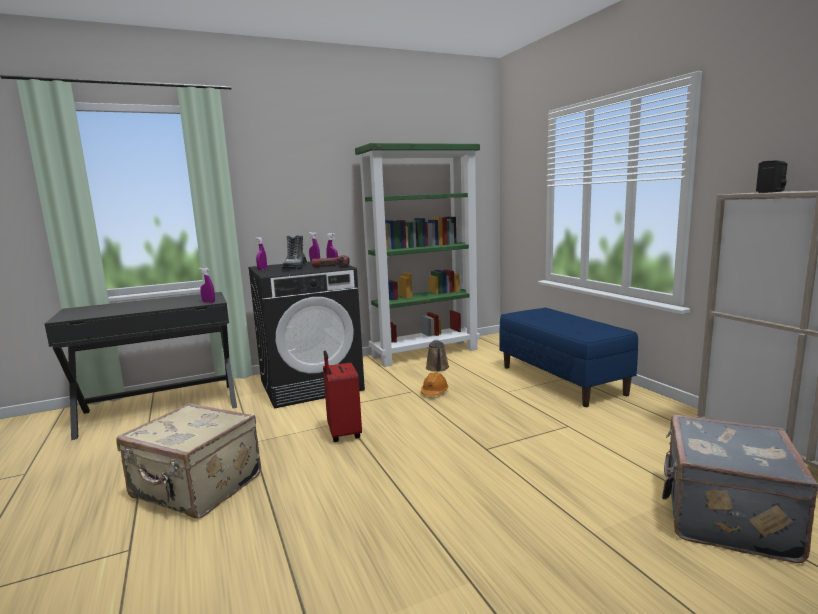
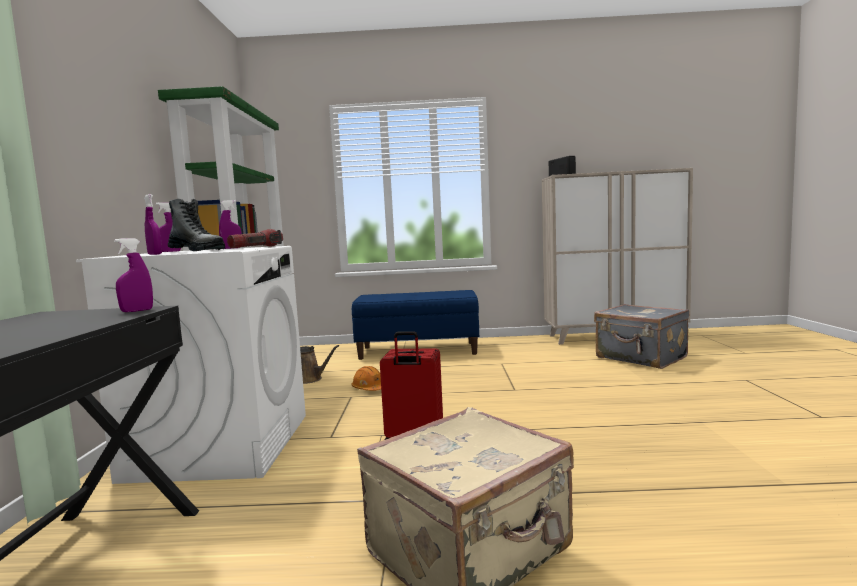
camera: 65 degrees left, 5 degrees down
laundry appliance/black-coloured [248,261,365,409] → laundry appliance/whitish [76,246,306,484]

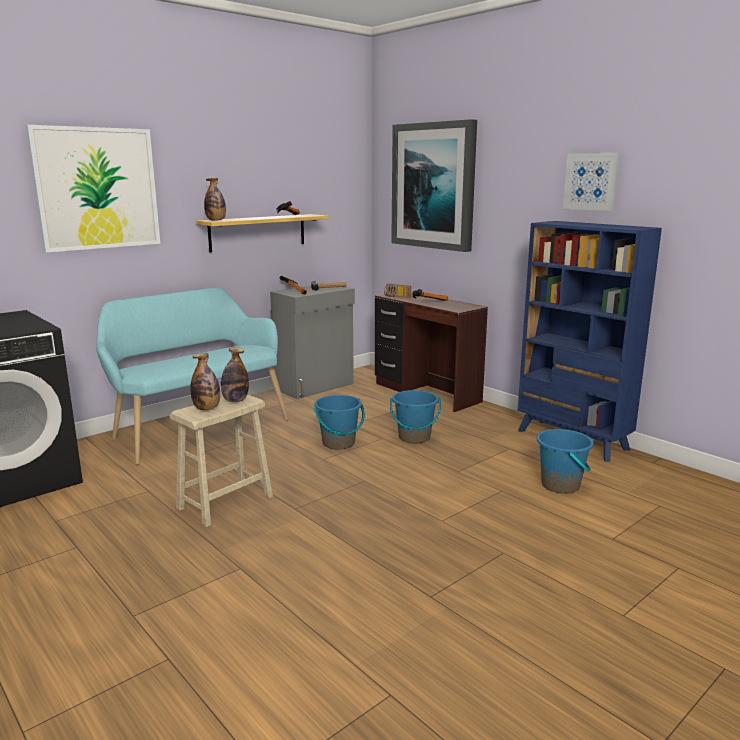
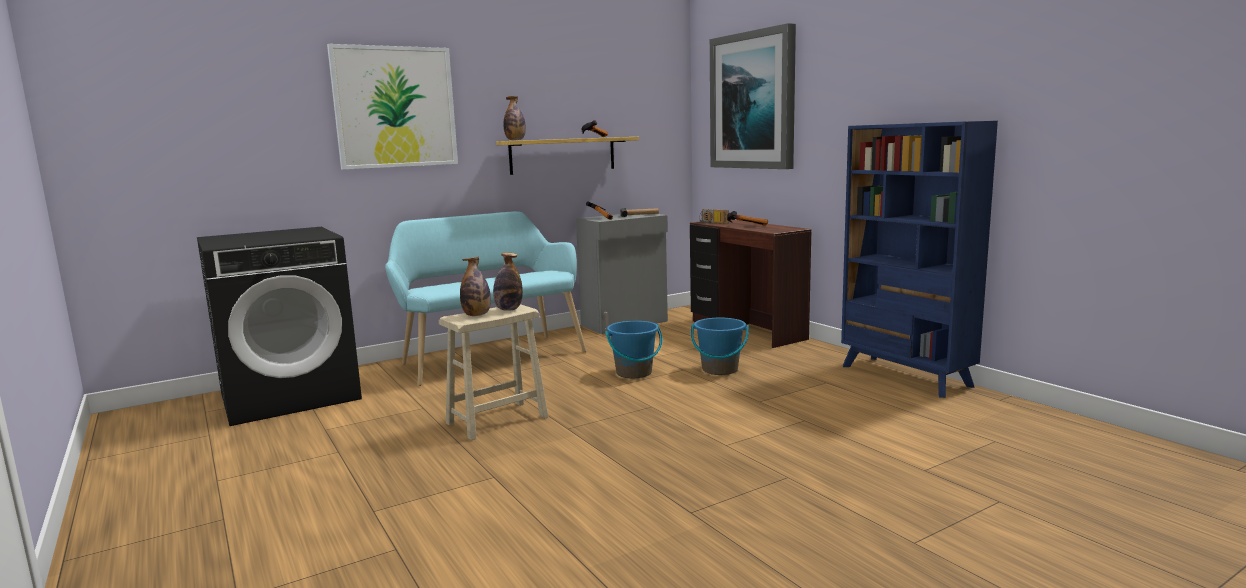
camera: 10 degrees right, 5 degrees down
wall art [563,153,620,211] → -
bucket/bluish [537,429,594,494] → -

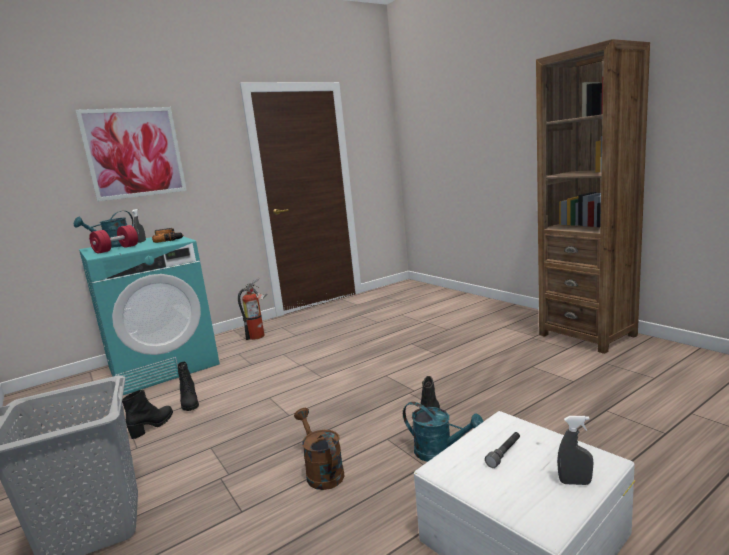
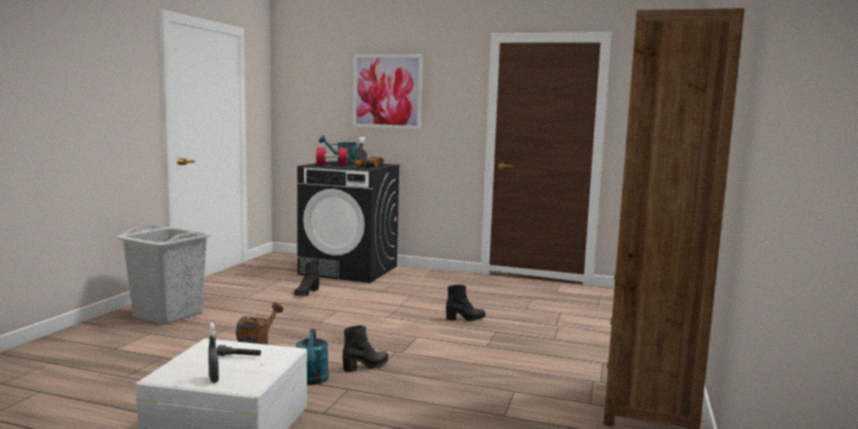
camera: 50 degrees right, 5 degrees down
laundry appliance/blue-green [79,237,220,395] → laundry appliance/black-coloured [297,161,400,283]
extinguisher [238,278,267,340] → -
tall boot/black-coloured [122,390,173,439] → tall boot/black-coloured [446,285,486,321], move

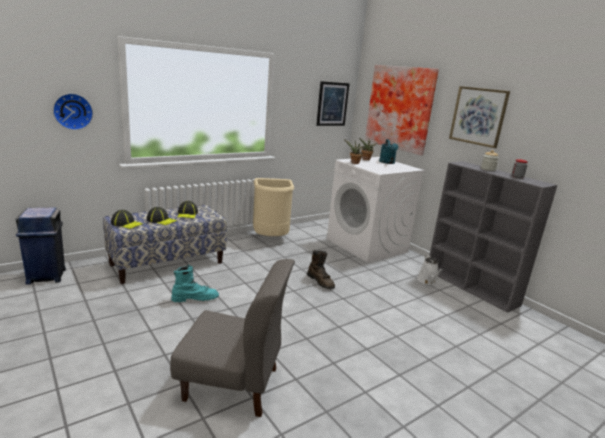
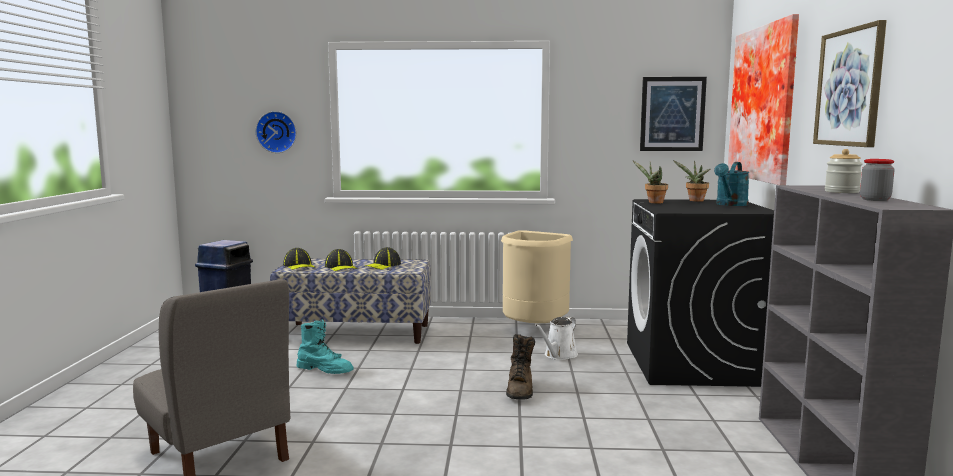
camera: 40 degrees right, 10 degrees down
laundry appliance/whitish [327,157,425,263] → laundry appliance/black-coloured [627,199,774,387]
watering pot/whitish [417,255,443,285] → watering pot/whitish [535,317,578,360], move

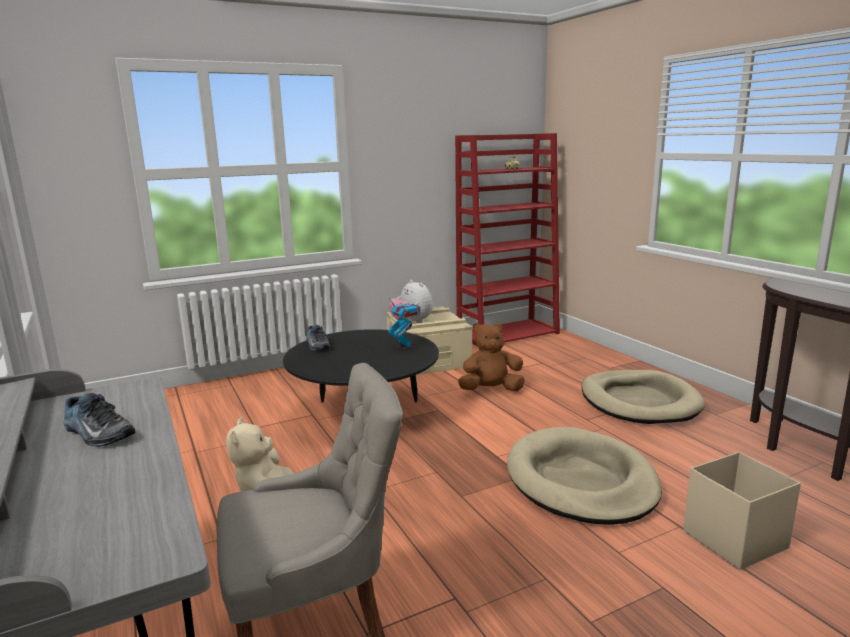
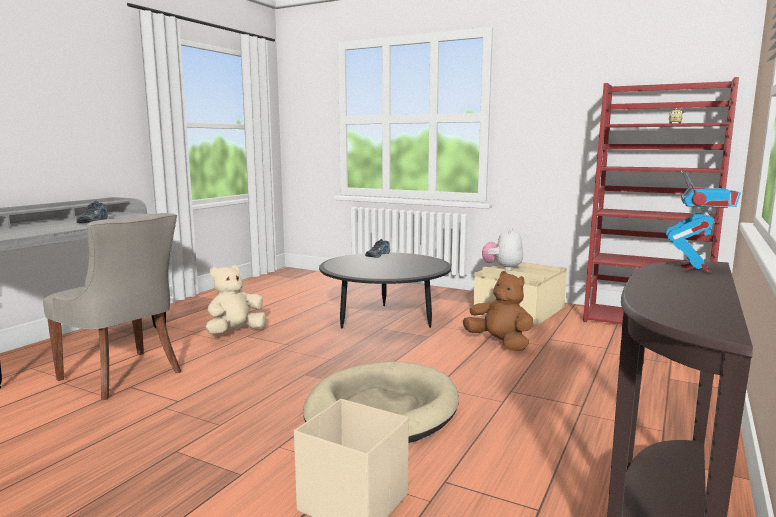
camera: 55 degrees right, 5 degrees down
robot figure [388,298,421,349] → robot figure [665,170,741,272], move
dog bed/beige-coloured [581,370,705,424] → -

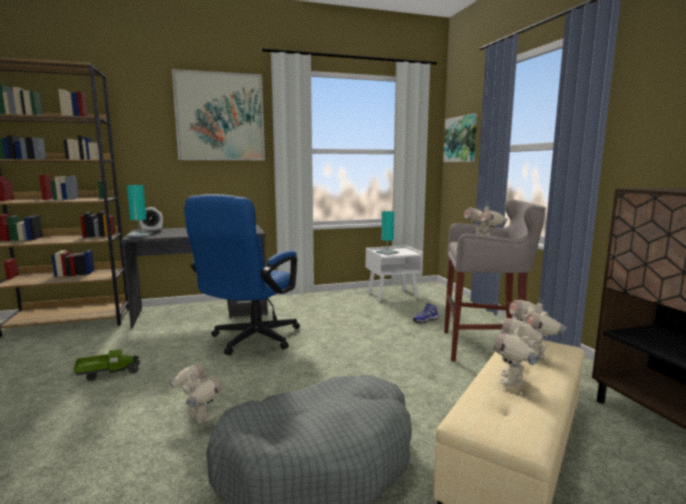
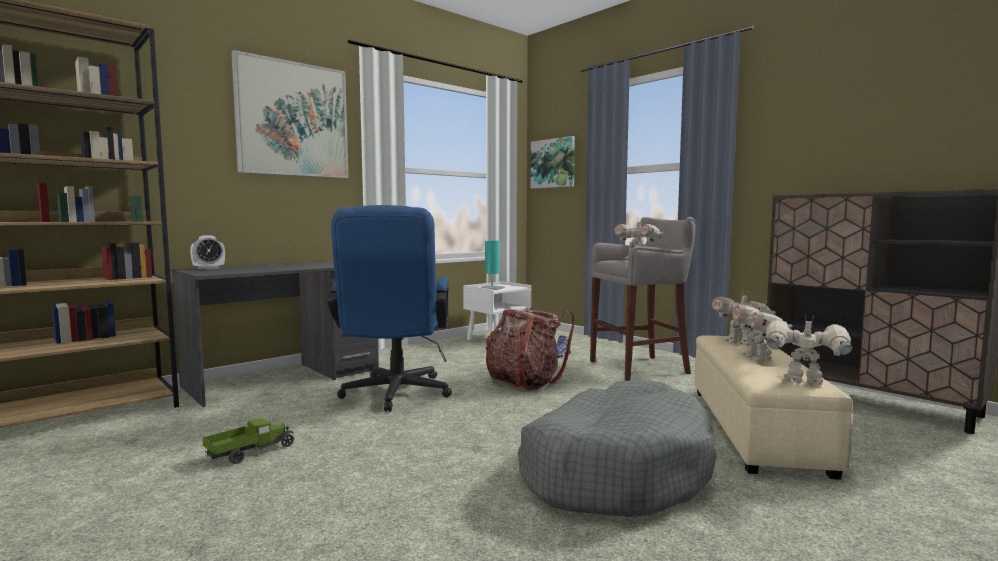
camera: 25 degrees left, 5 degrees down
tabletop lamp/blue-green [126,185,153,237] → -
robot figure [169,363,222,423] → robot figure [766,315,852,385], move
- → knapsack [485,307,575,391]

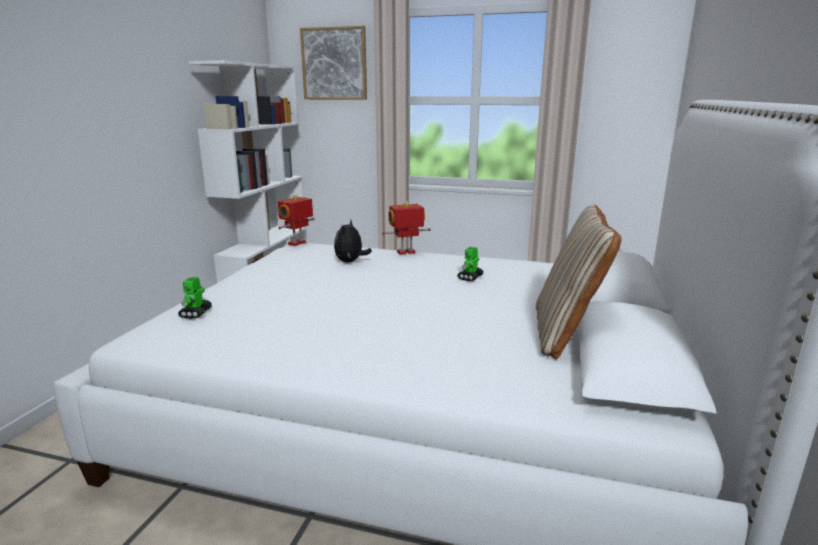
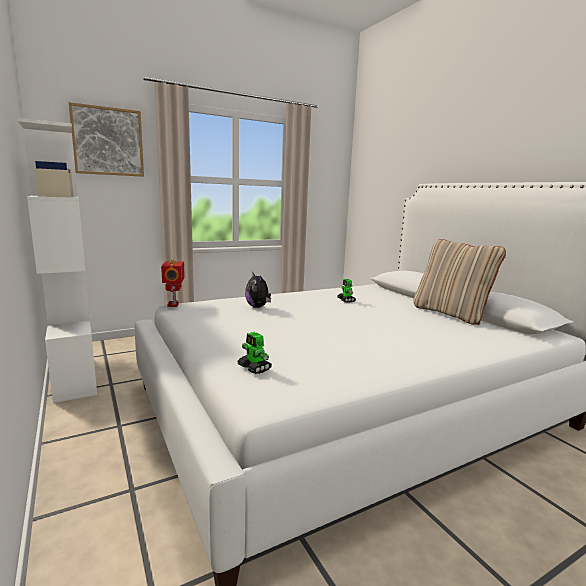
camera: 45 degrees left, 5 degrees down
robot figure [382,201,431,255] → -

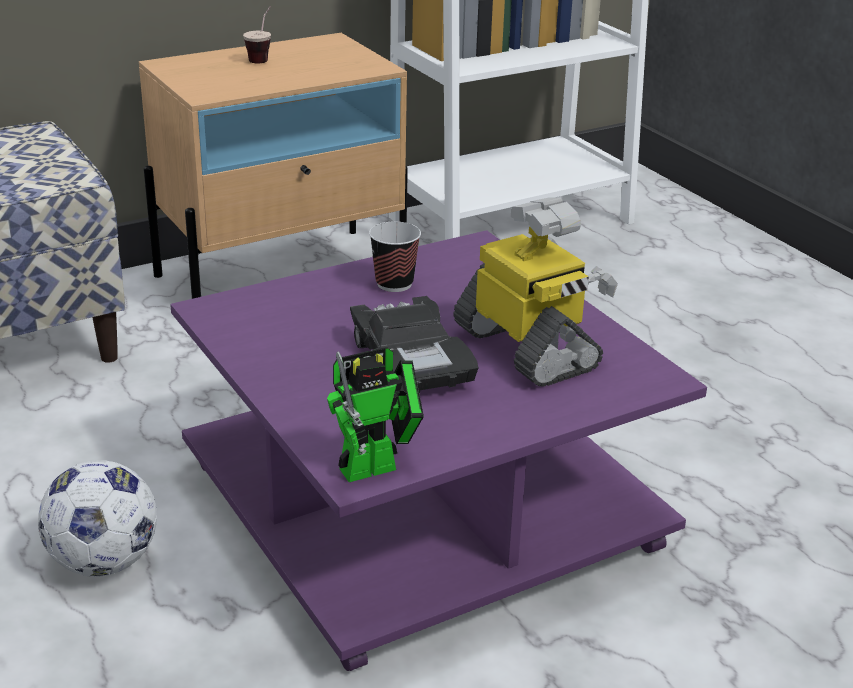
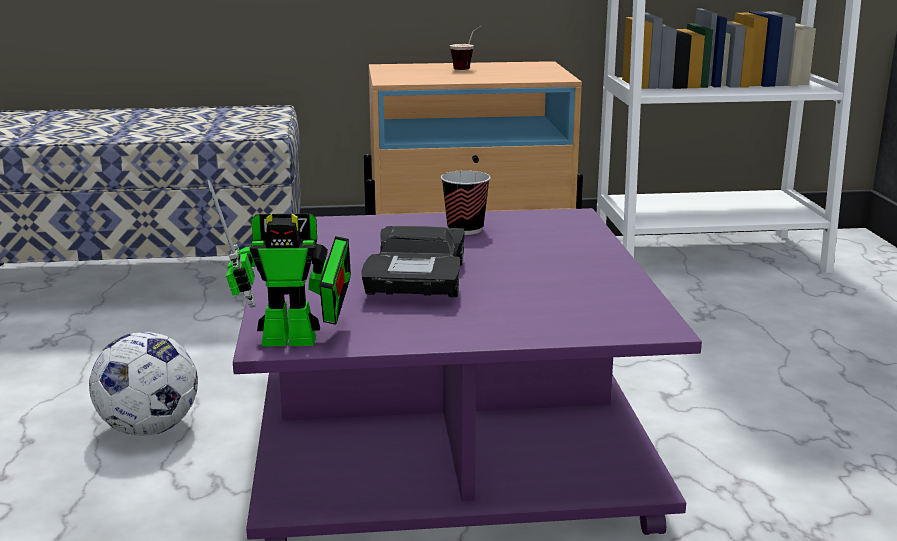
camera: 25 degrees right, 10 degrees down
robot figure [453,197,618,387] → -

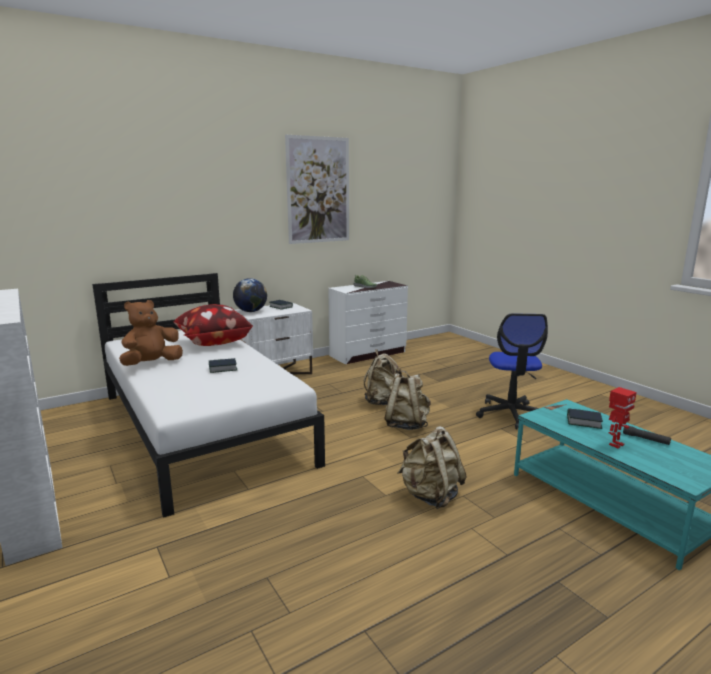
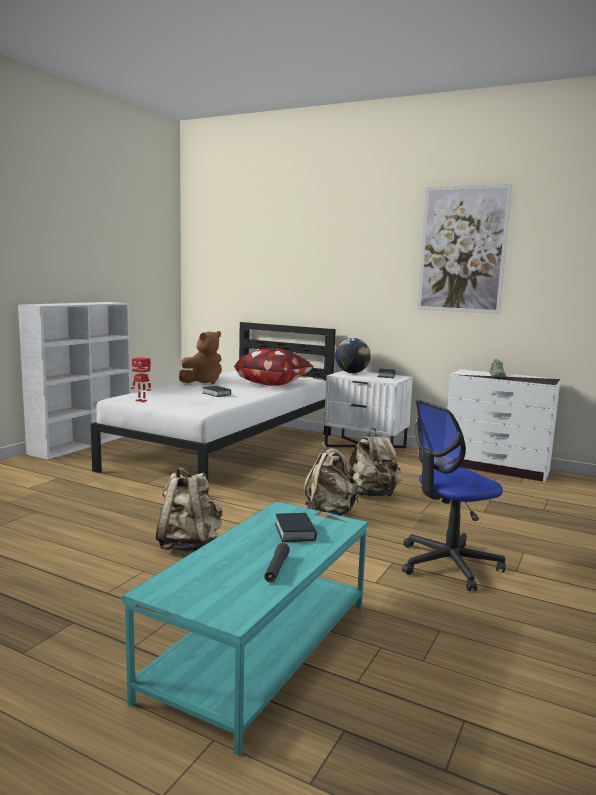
camera: 60 degrees right, 5 degrees down
plush toy/brown [119,300,183,366] → plush toy/brown [179,331,222,385], 120 degrees clockwise
robot figure [608,387,637,449] → robot figure [131,357,151,402], move

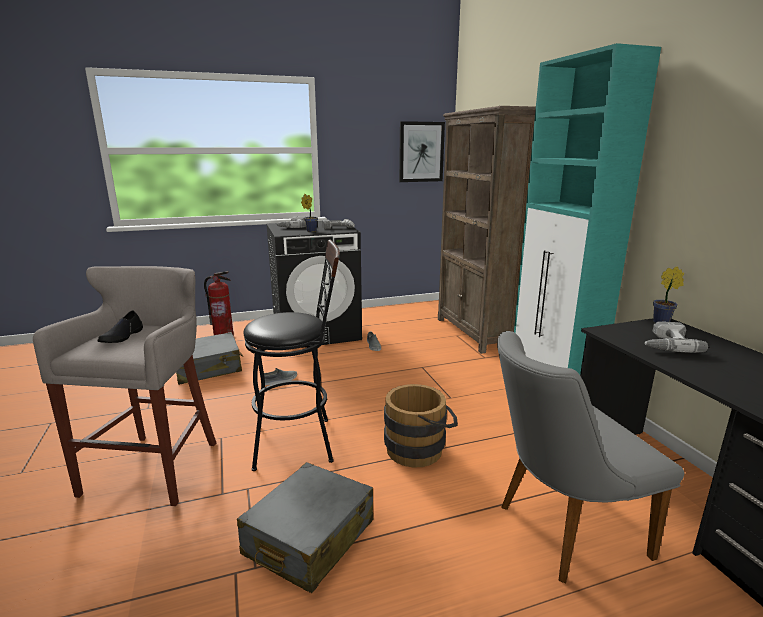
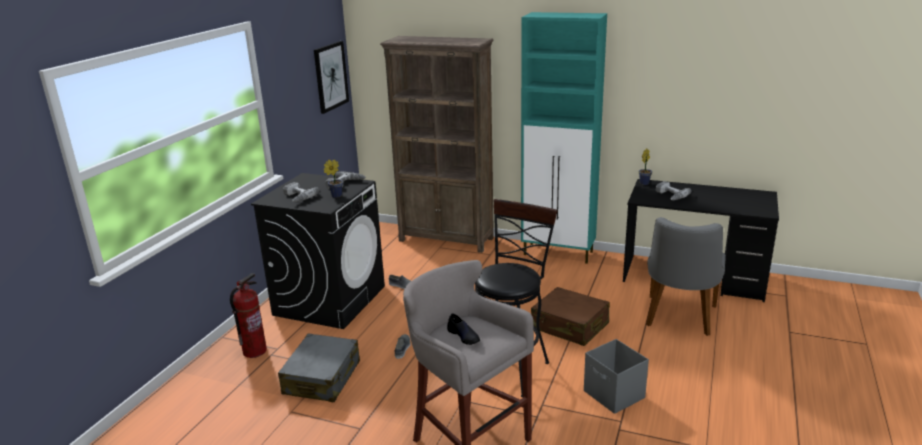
camera: 50 degrees left, 5 degrees up
bucket/brown [384,384,458,468] → piece of luggage/brown [531,287,610,346]
piece of luggage/gray [237,462,373,593] → storage bin/gray [584,339,649,414]

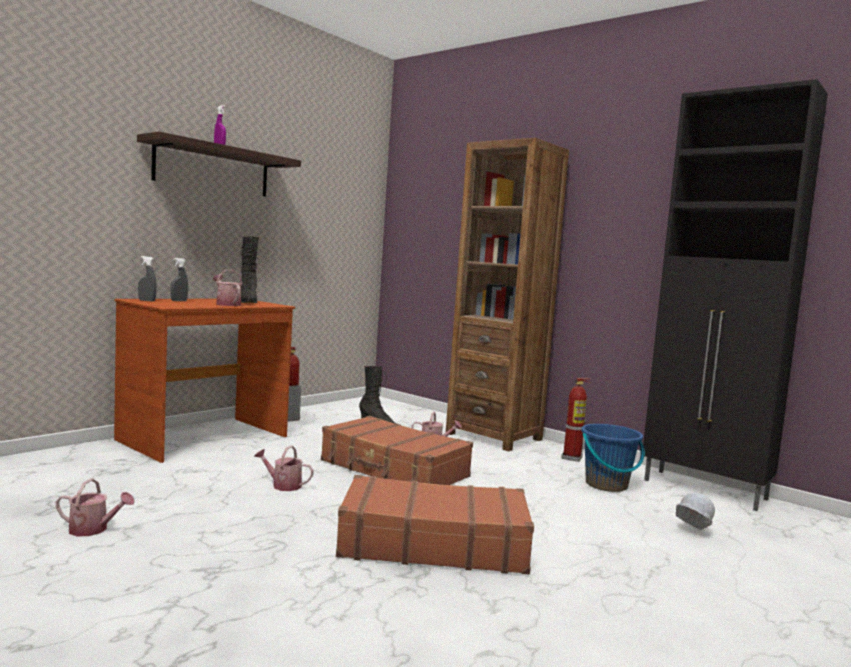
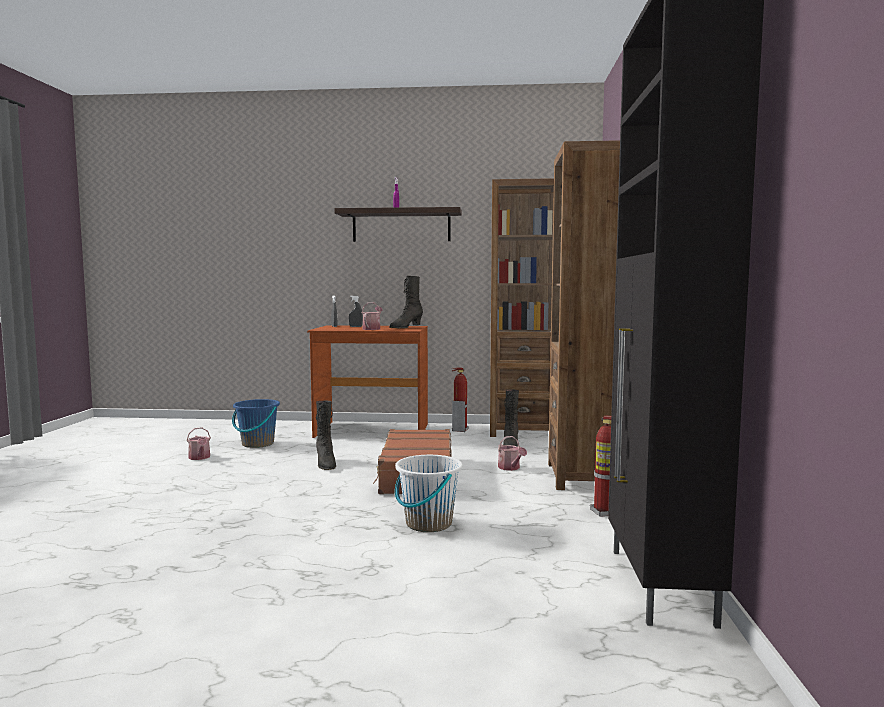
camera: 55 degrees right, 0 degrees up
bucket/bluish [581,424,644,492] → bucket/bluish [232,399,280,448], move
watering pot [254,445,314,491] → tall boot/black-coloured [316,401,336,470]
piece of luggage/brown [336,475,534,574] → -
work helmet/whitish [676,492,715,530] → -
- → shelving unit/brown [490,178,554,437]
- → bucket/whitish [395,455,463,532]

